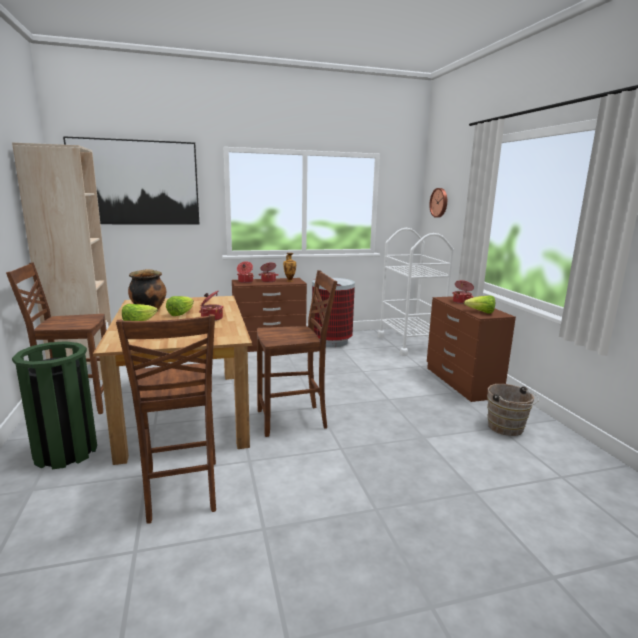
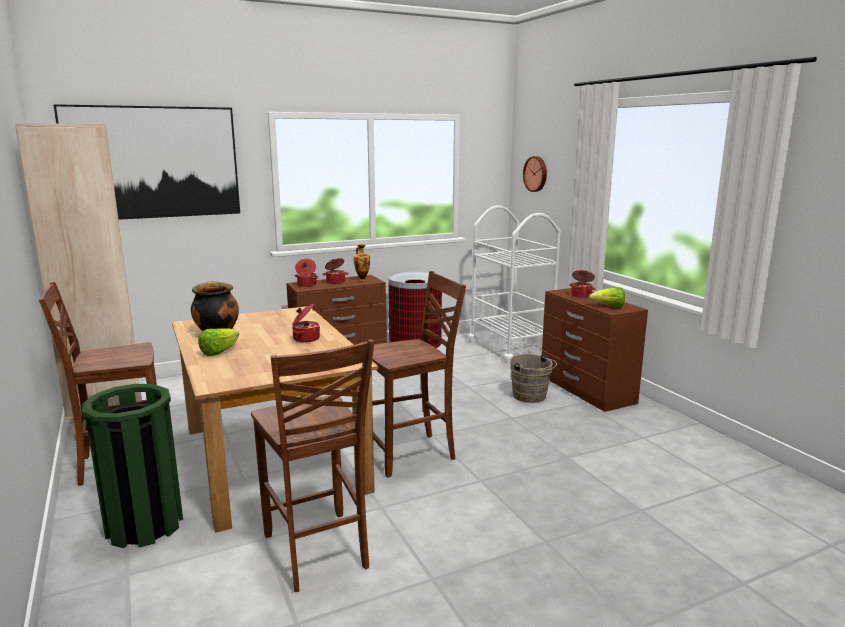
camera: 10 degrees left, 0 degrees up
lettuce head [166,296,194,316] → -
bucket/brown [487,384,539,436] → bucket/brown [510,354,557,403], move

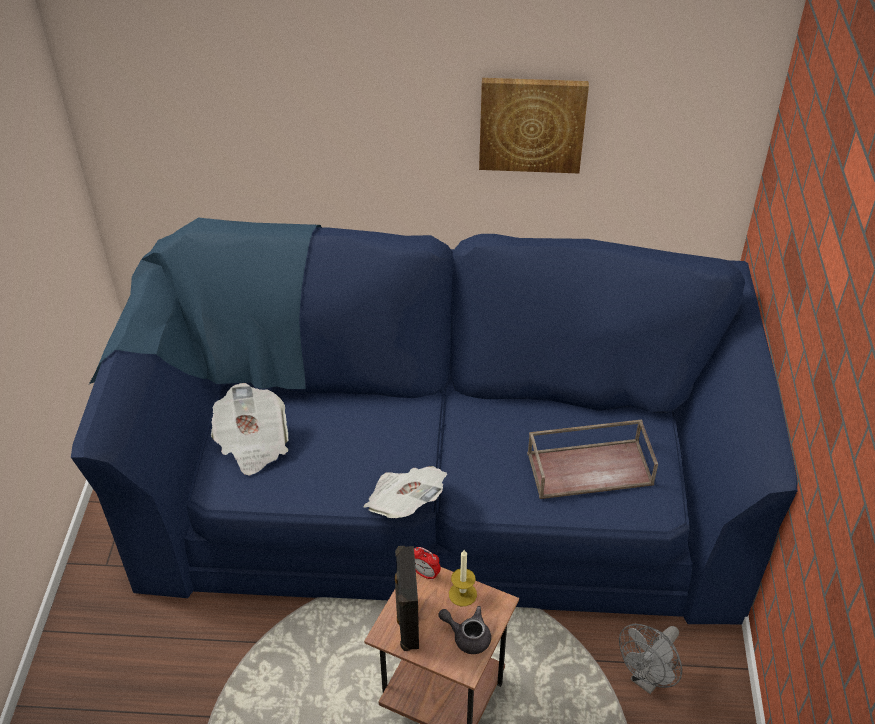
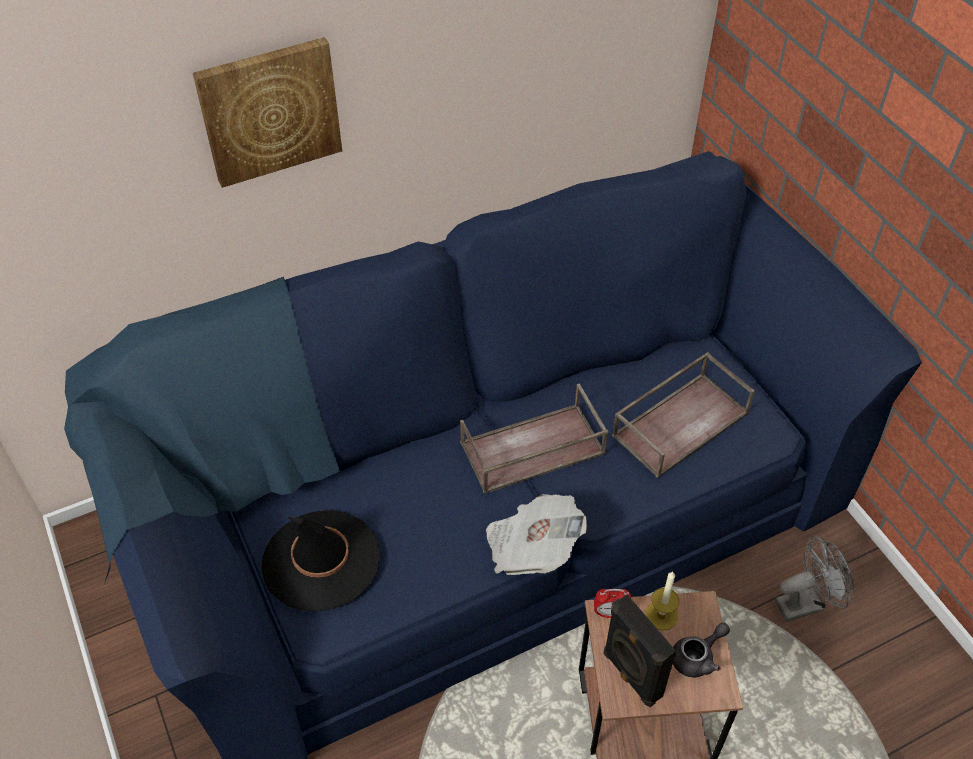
camera: 30 degrees left, 5 degrees up
wall art [479,78,589,173] → wall art [193,37,342,188], move
newspaper [211,383,288,476] → hat/black-coloured [261,510,380,612]
tea pot/gray [438,606,491,654] → tea pot/gray [673,622,730,678], 150 degrees clockwise
electric fan/gray [619,624,682,694] → electric fan/gray [775,535,854,622], 120 degrees counterclockwise
- → carrying tray/brown [460,383,608,494]

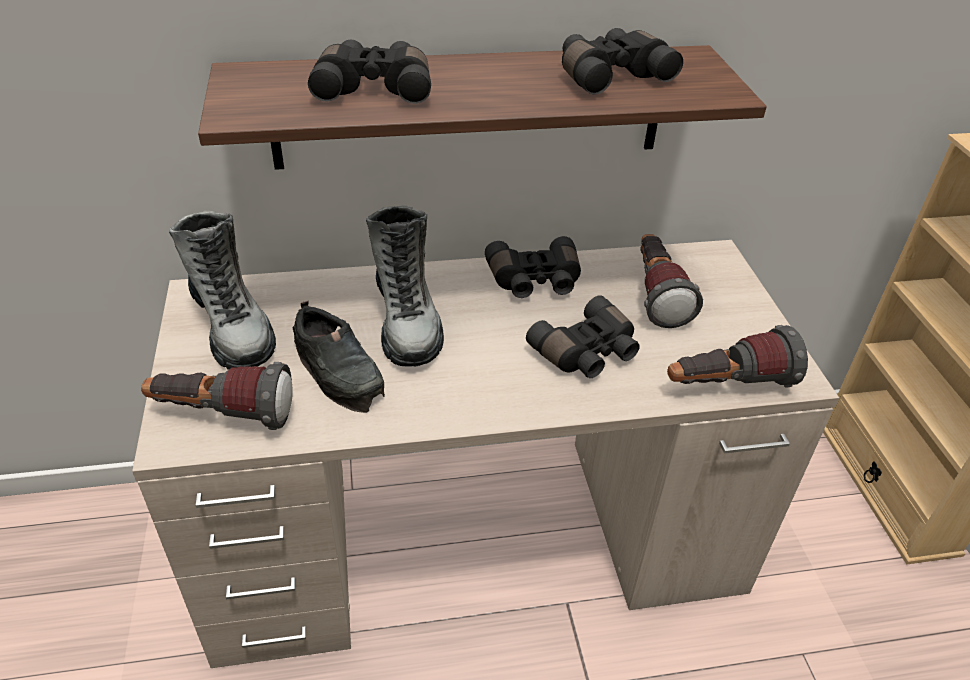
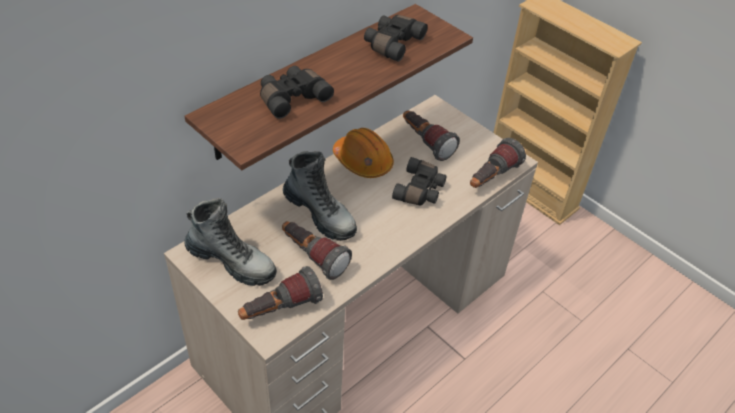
camera: 35 degrees left, 5 degrees up
pair of binoculars/black-coloured [485,236,581,298] → work helmet/orange-coloured [333,128,394,178]
shoe/black-coloured [293,301,385,413] → torch [282,221,352,280]

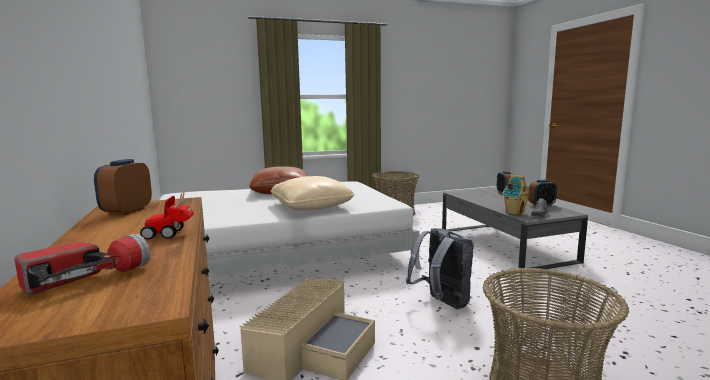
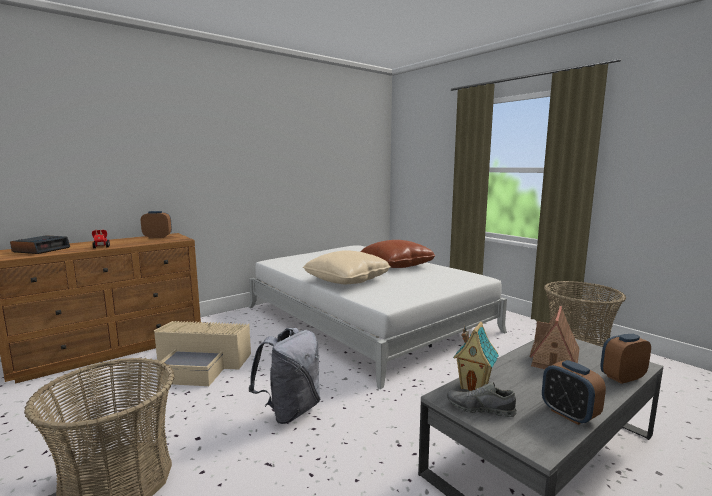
camera: 70 degrees right, 0 degrees up
torch [15,234,150,295] → table clock [10,235,70,254]
- → toy house [529,306,579,369]

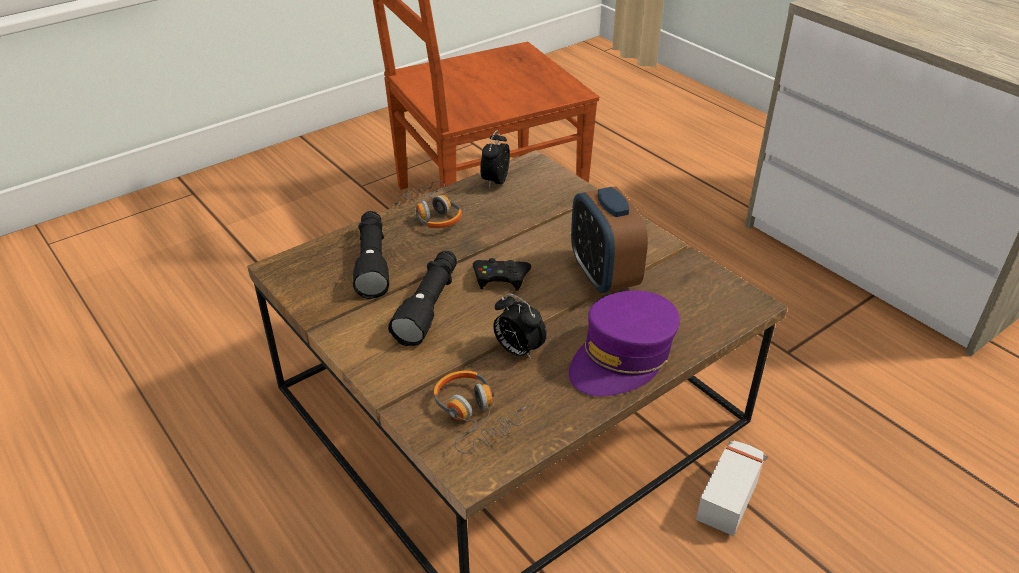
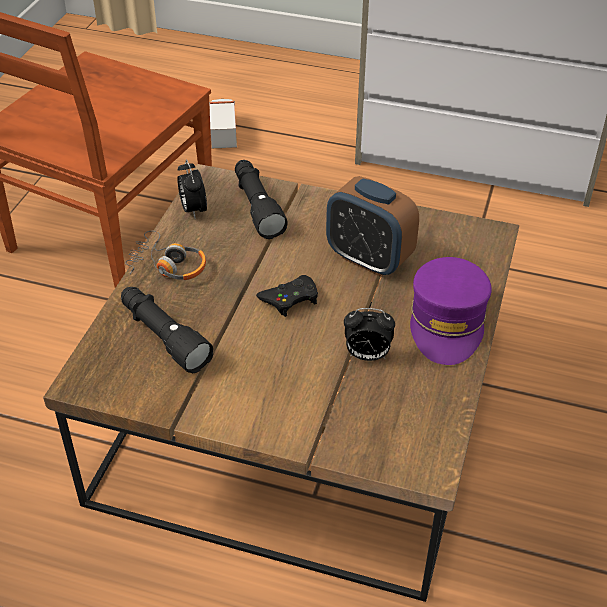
camera: 35 degrees left, 5 degrees up
torch/black-coloured [388,251,457,346] → torch/black-coloured [235,160,288,239], move
pair of headphones [433,371,526,454] → -
model truck [696,441,767,536] → model truck [209,99,237,148], move

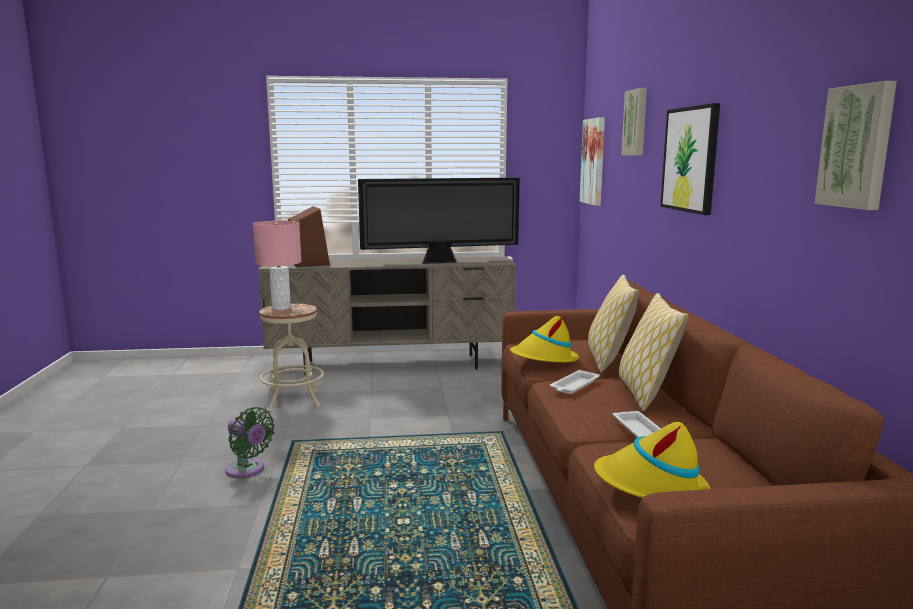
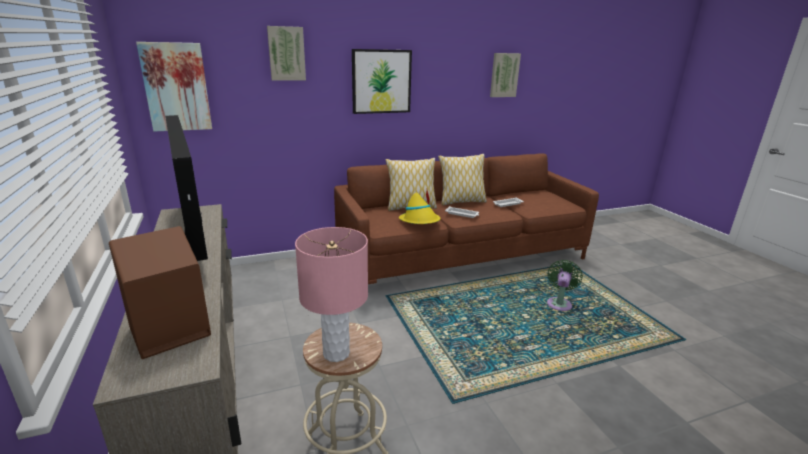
camera: 105 degrees left, 10 degrees up
electric fan/greenish [225,407,275,478] → electric fan/greenish [547,260,583,311], move
hat/yellow [594,422,710,498] → -

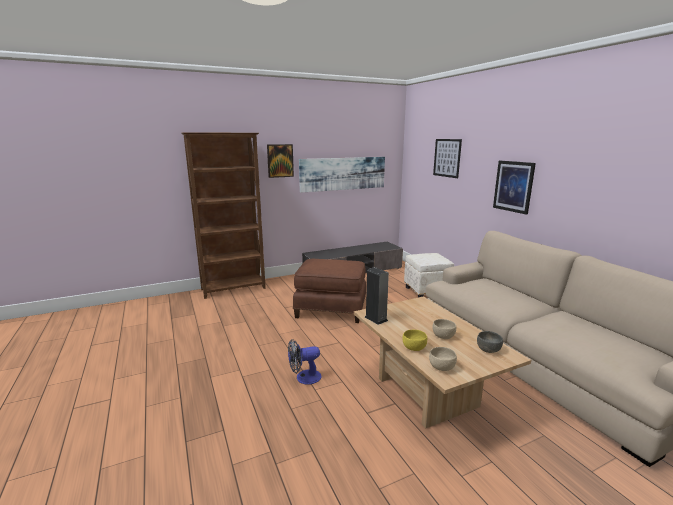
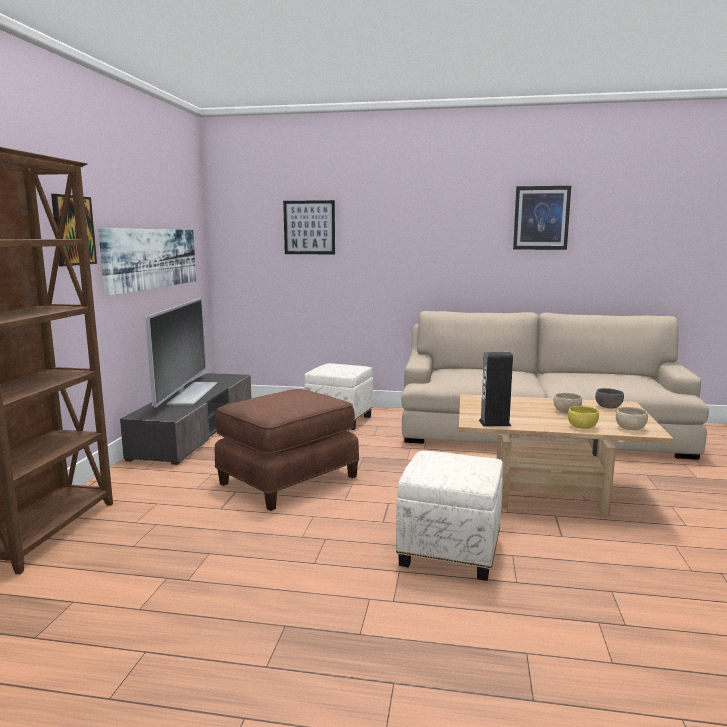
camera: 55 degrees left, 5 degrees down
wall art [493,161,536,215] → wall art [513,186,571,250], move
electric fan [288,339,321,385] → ottoman/whitish [396,451,503,581]
- → television [145,298,217,408]

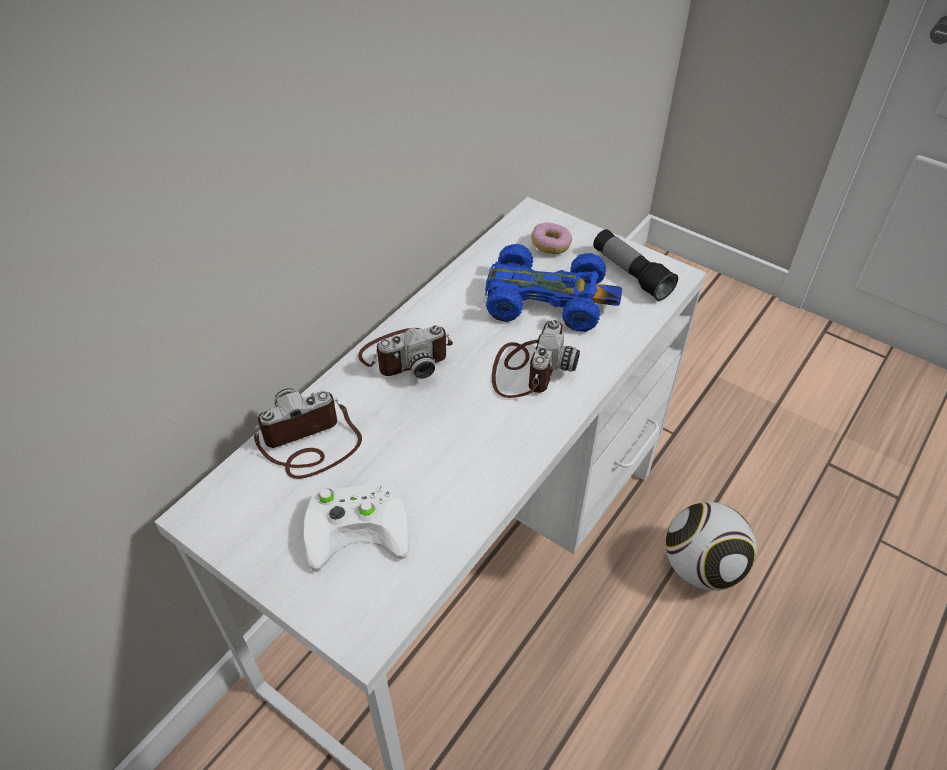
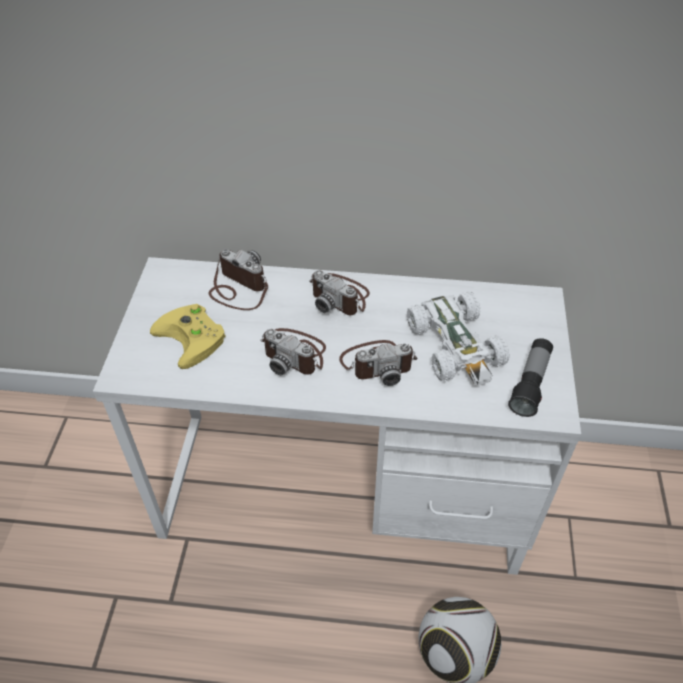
camera: 60 degrees right, 0 degrees up
ring doughnut [531,222,572,254] → -
toy car/bluish [485,244,622,332] → toy car/whitish [407,291,510,385]
gamepad/whitish [304,480,410,571] → gamepad/yellow [150,304,226,369]
- → photo camera [261,328,326,375]

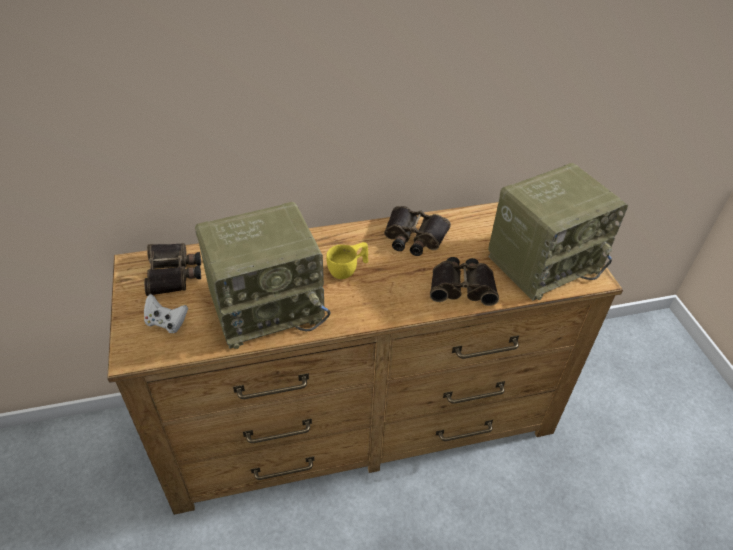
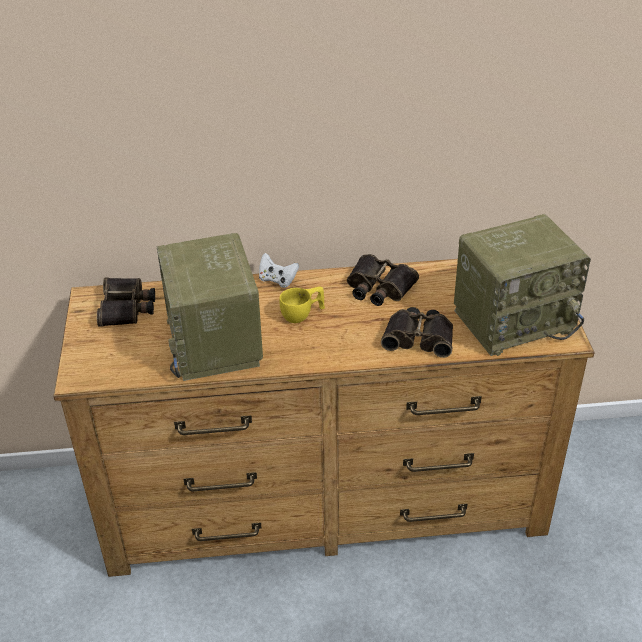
camera: 10 degrees right, 5 degrees down
radio receiver [195,202,330,349] → radio receiver [157,233,263,381], 90 degrees clockwise
gamepad/whitish [144,294,188,333] → gamepad/whitish [259,253,299,288], move

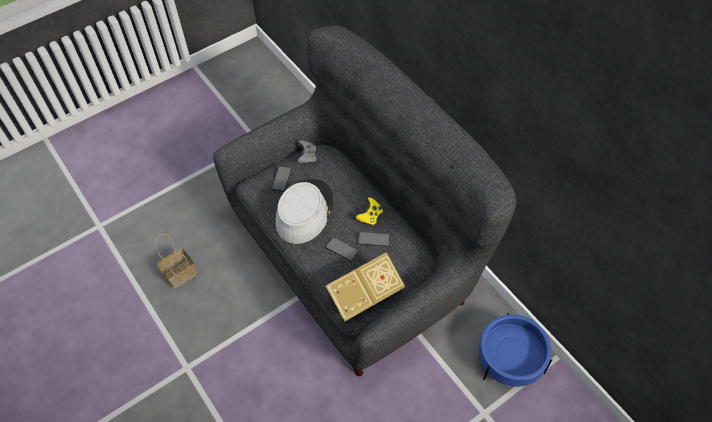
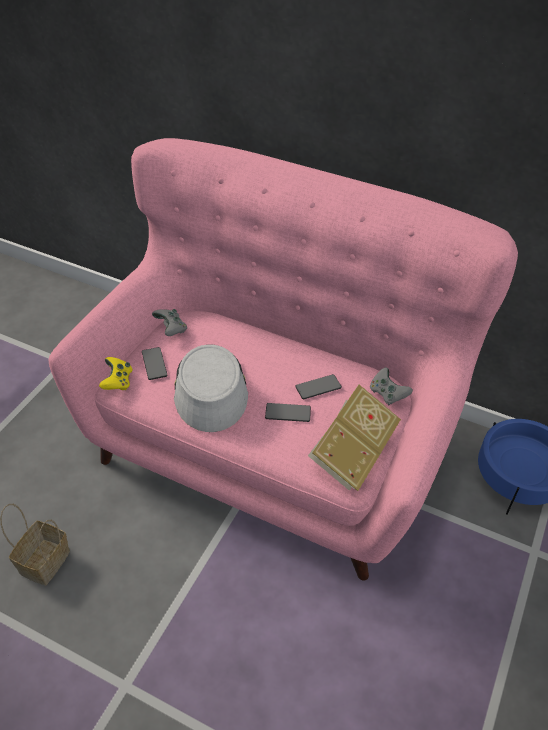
camera: 30 degrees left, 10 degrees down
sofa/gray [213,26,516,376] → sofa/pink [49,138,518,581]
gamepad/yellow [356,197,383,225] → gamepad/yellow [99,357,132,390], move
- → gamepad/gray [370,367,413,405]

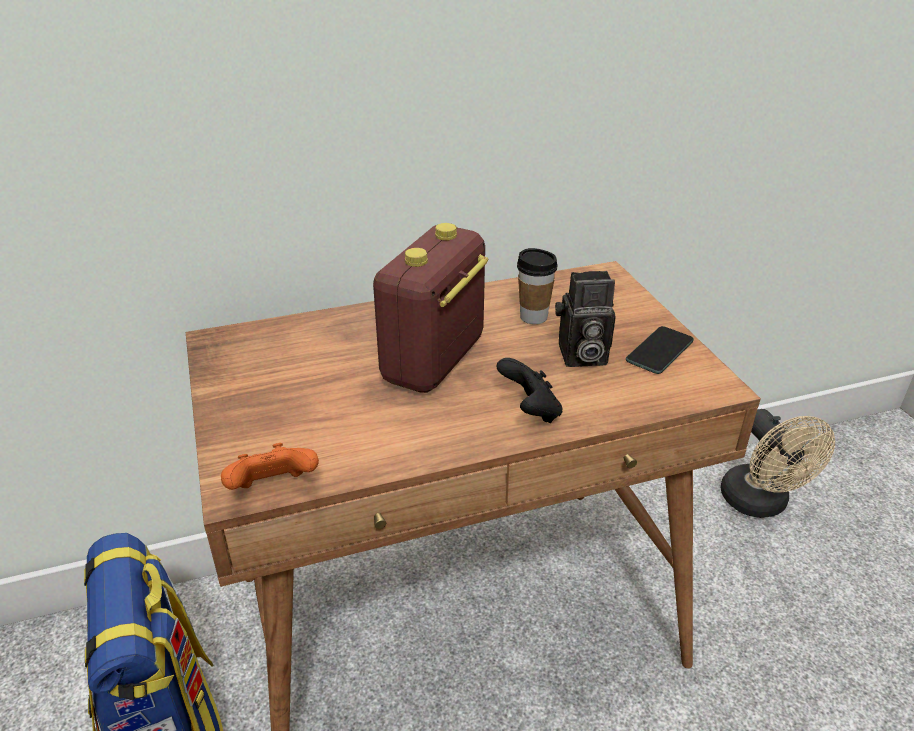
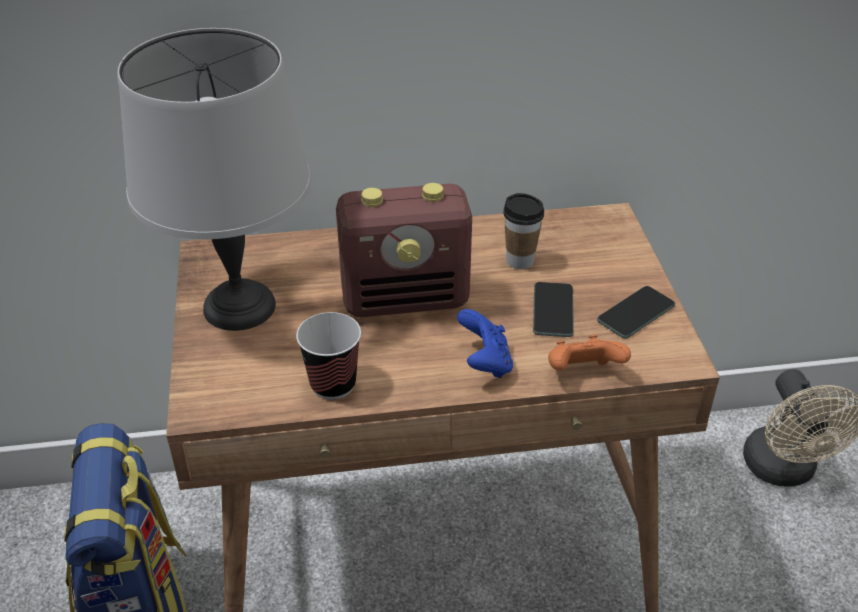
camera: 10 degrees right, 5 degrees up
radio receiver [373,223,488,393] → radio receiver [336,183,472,317], 135 degrees counterclockwise
photo camera [555,271,616,367] → phone [533,282,574,337]
gamepad/black-coloured [496,358,562,423] → gamepad/bluish [457,309,513,378]
gamepad/orange-coloured [221,443,319,490] → gamepad/orange-coloured [548,335,631,371], move
- → tabletop lamp/gray [117,28,311,331]
- → cup [296,312,361,400]

